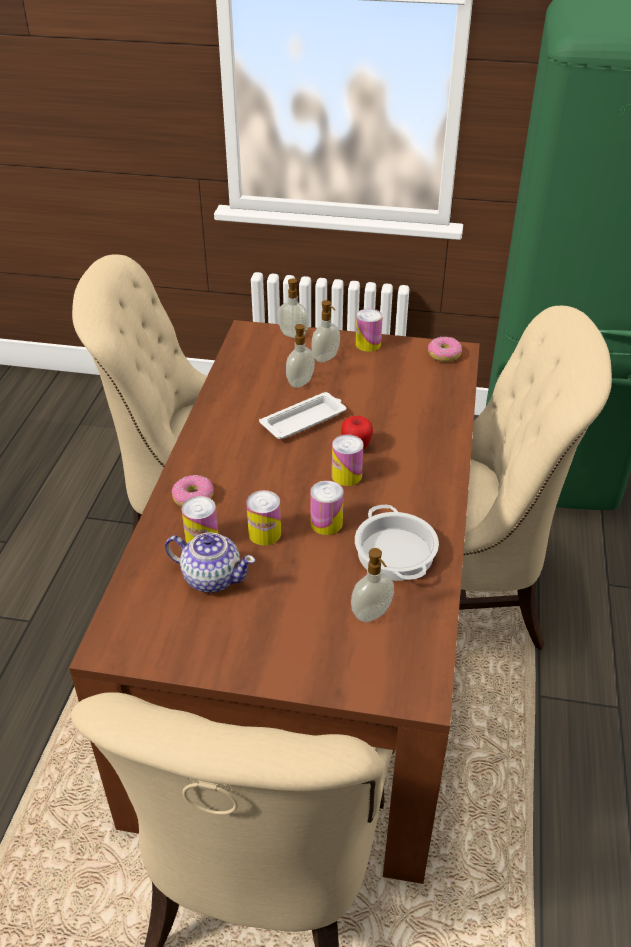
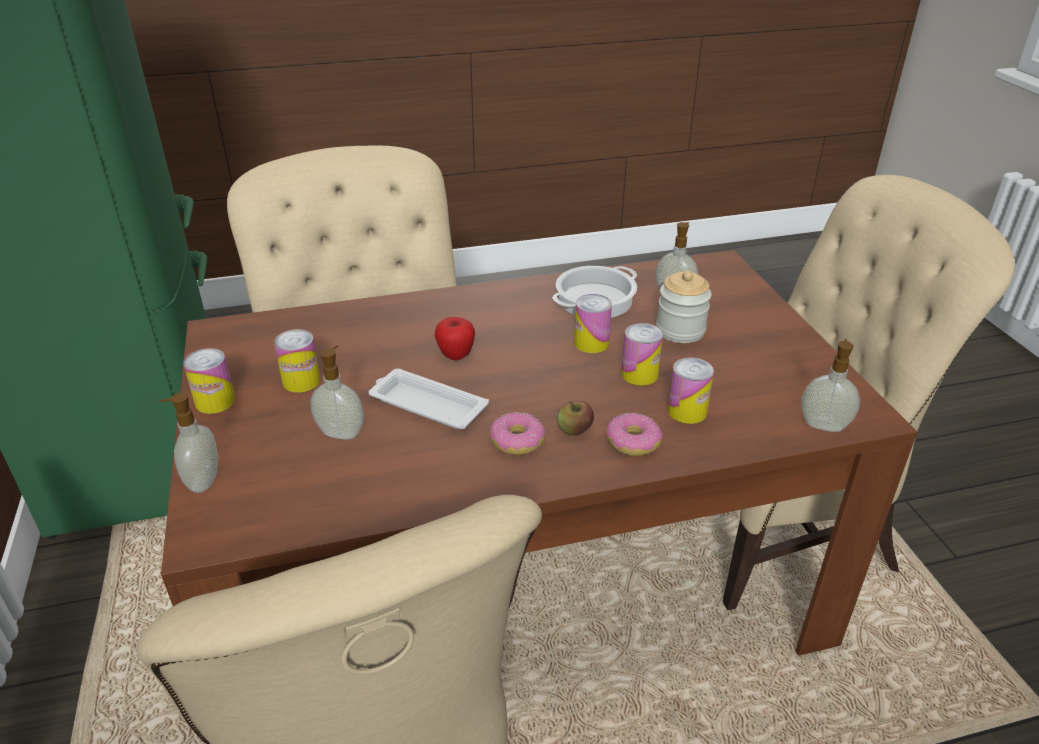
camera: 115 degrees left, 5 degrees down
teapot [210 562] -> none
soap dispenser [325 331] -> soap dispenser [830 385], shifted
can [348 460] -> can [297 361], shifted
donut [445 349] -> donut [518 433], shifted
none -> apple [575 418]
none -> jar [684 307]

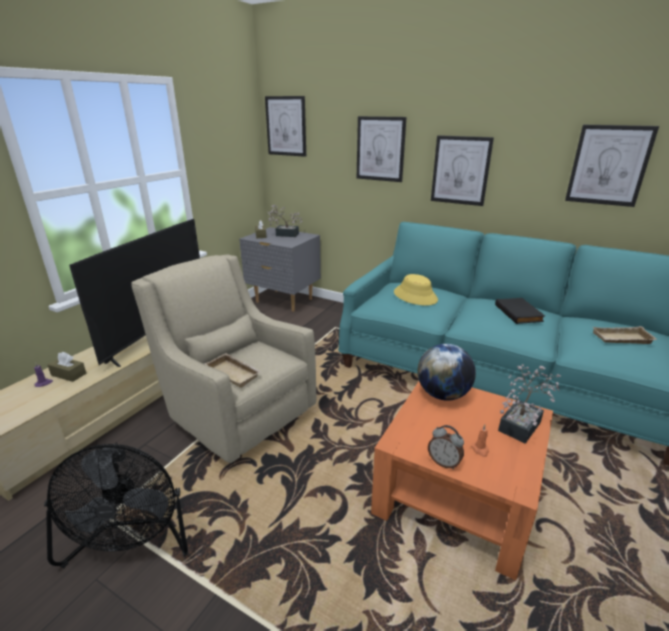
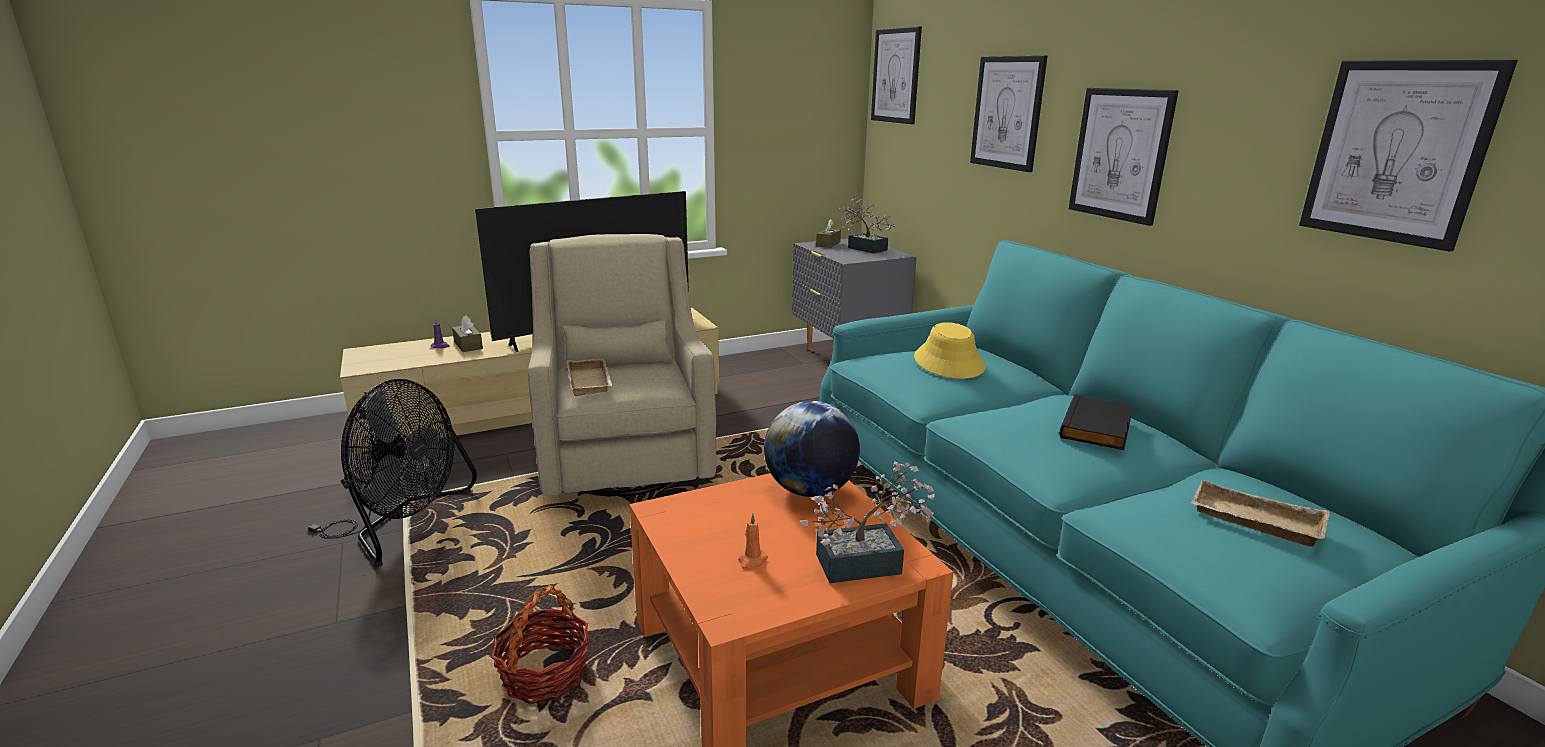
camera: 35 degrees right, 5 degrees down
black fan [116 505] -> black fan [392 473], 105 degrees counterclockwise
alarm clock [446 447] -> none
none -> basket [540 644]

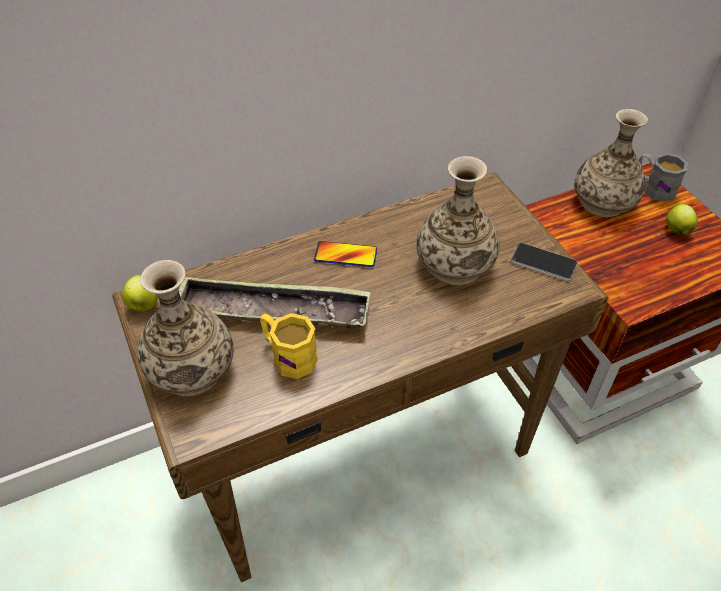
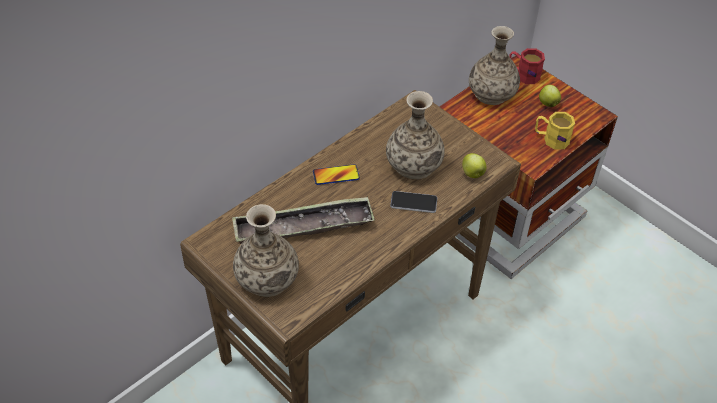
camera: 20 degrees left, 0 degrees up
apple [140 293] -> apple [474 165], shifted
yellow mug [289 346] -> yellow mug [555 131], shifted
phone [544 262] -> phone [413 202], shifted
grey mug [663 177] -> red mug [527 66]

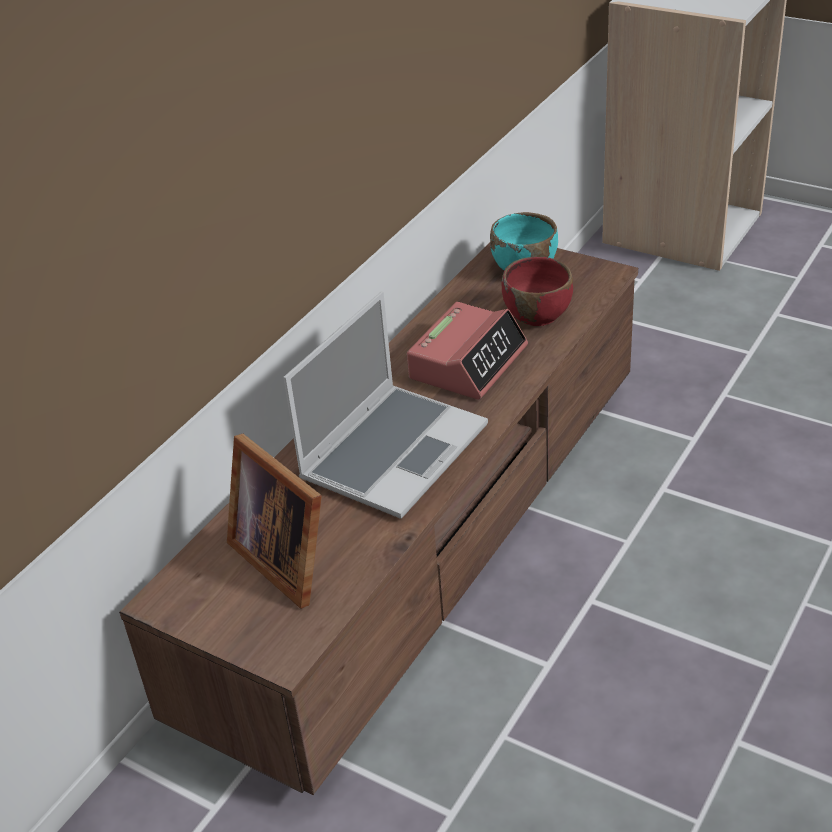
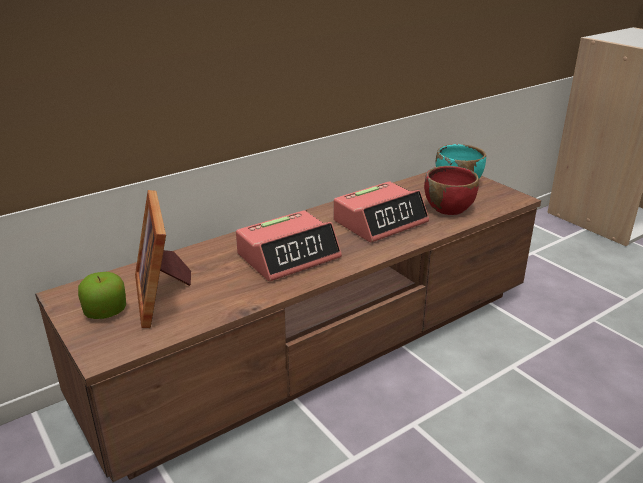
camera: 20 degrees right, 10 degrees down
laptop [385 405] -> alarm clock [289 246]
none -> apple [102 295]

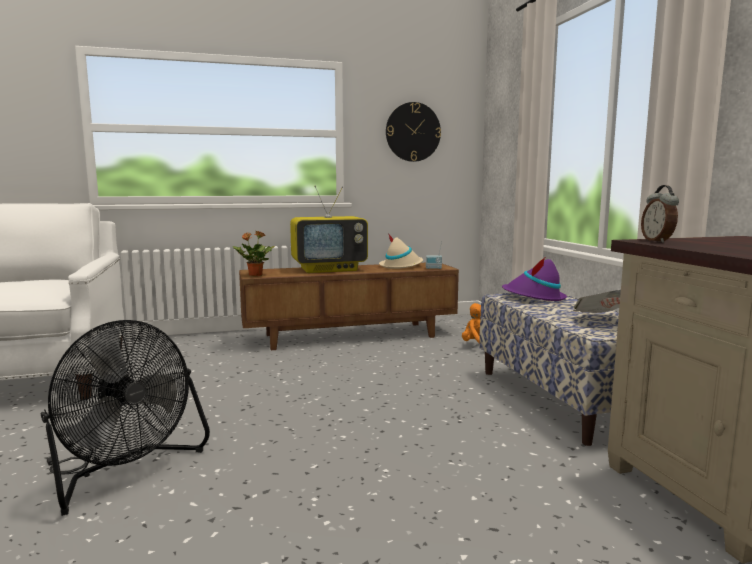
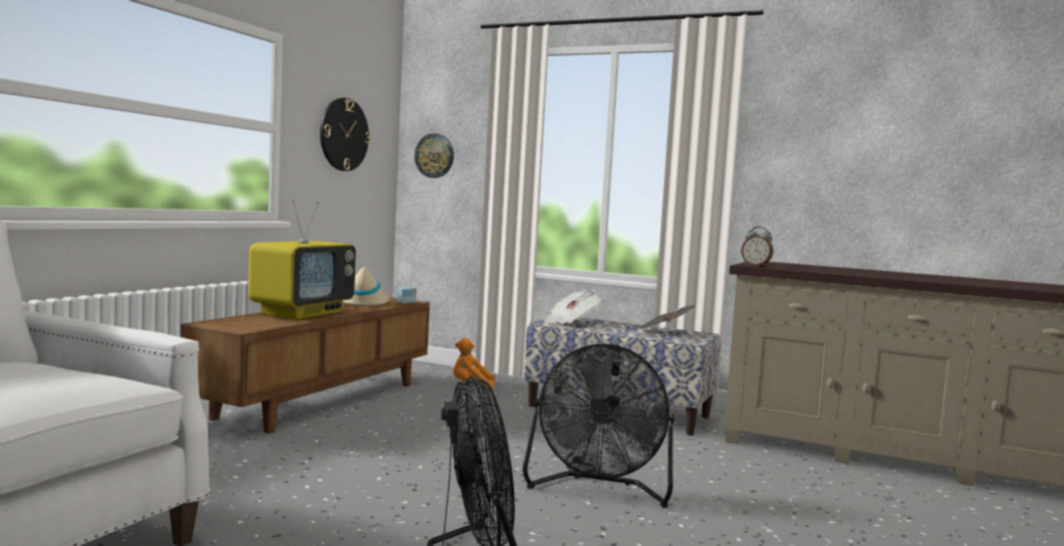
camera: 50 degrees left, 5 degrees down
potted plant [254 253] -> none
purple hat [534 278] -> newspaper [572 306]
none -> wall clock [434 155]
none -> black fan [598 426]

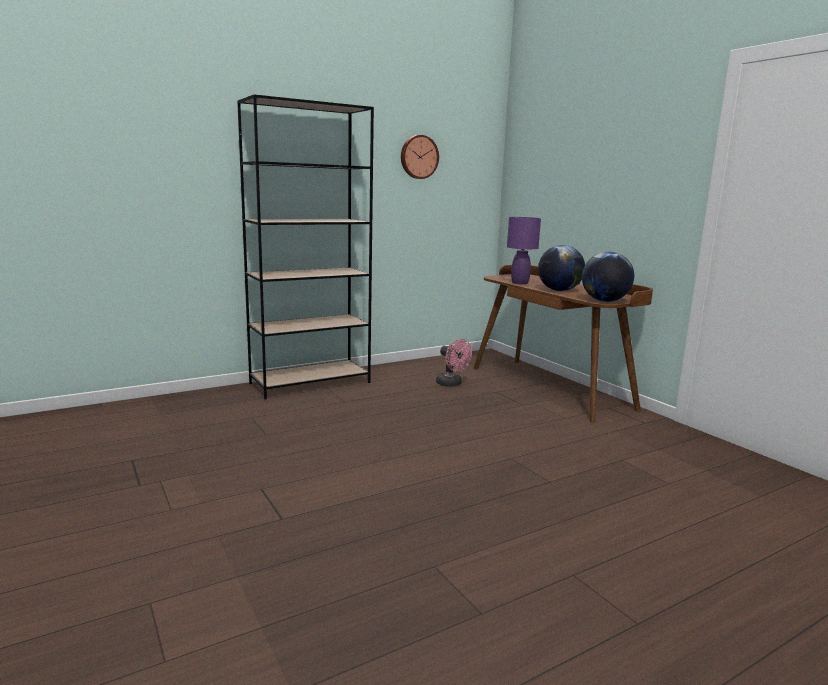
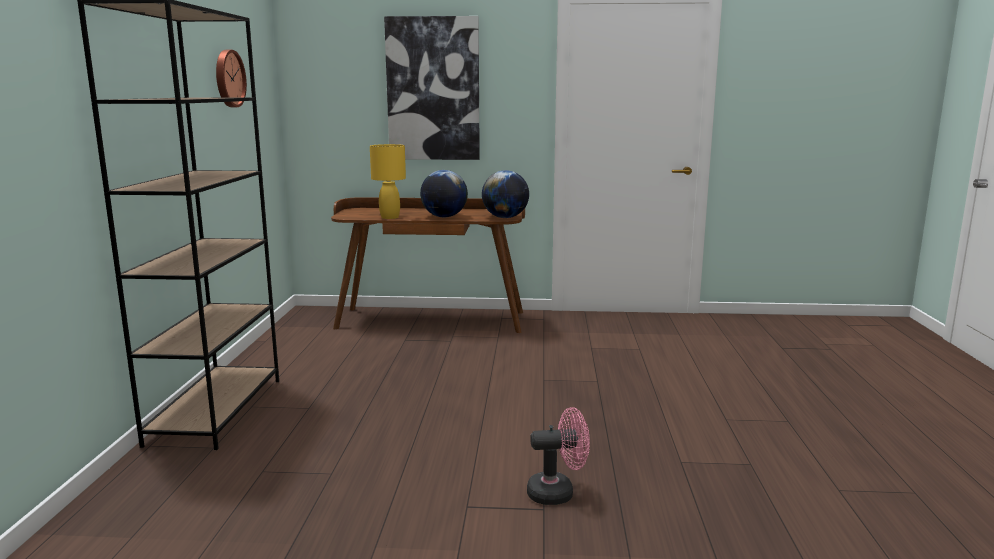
camera: 55 degrees left, 0 degrees up
pink fan [454 363] -> pink fan [558 456], shifted
purple table lamp [524 250] -> yellow table lamp [388 181]
none -> picture [432 88]

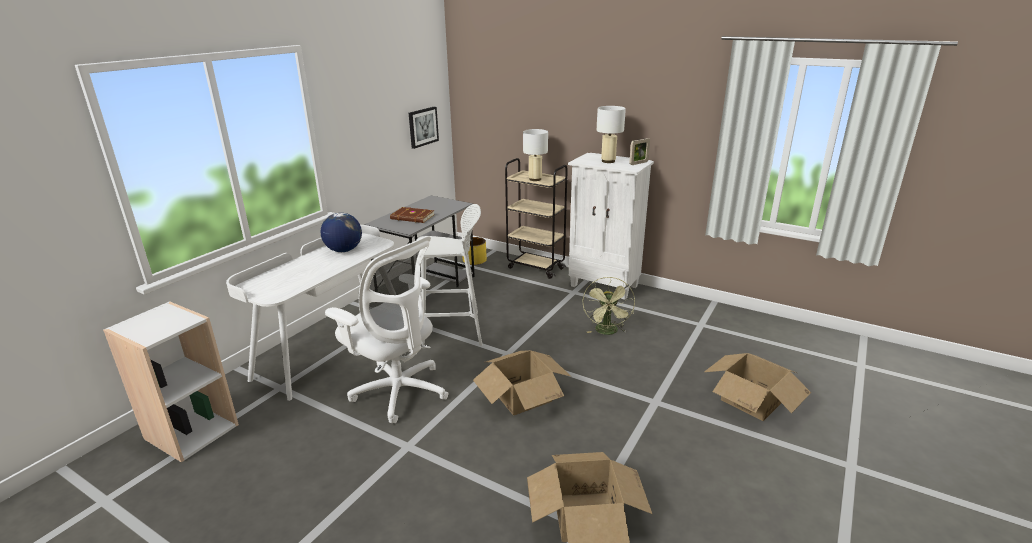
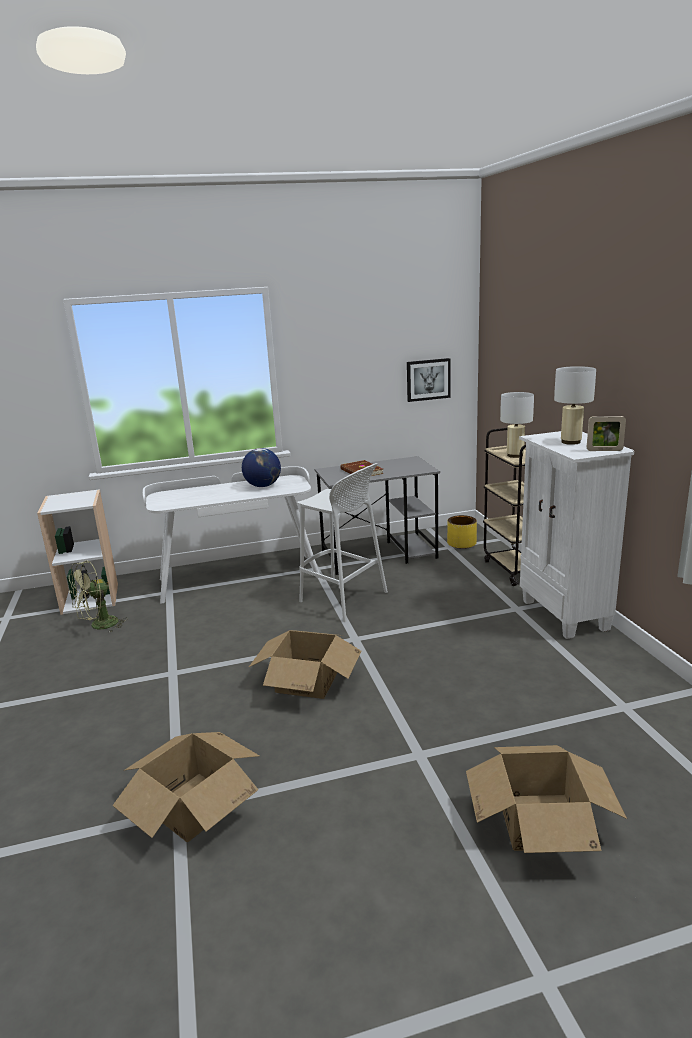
camera: 45 degrees right, 5 degrees down
white office chair [387 329] -> none
green fan [608 306] -> green fan [98 596], shifted

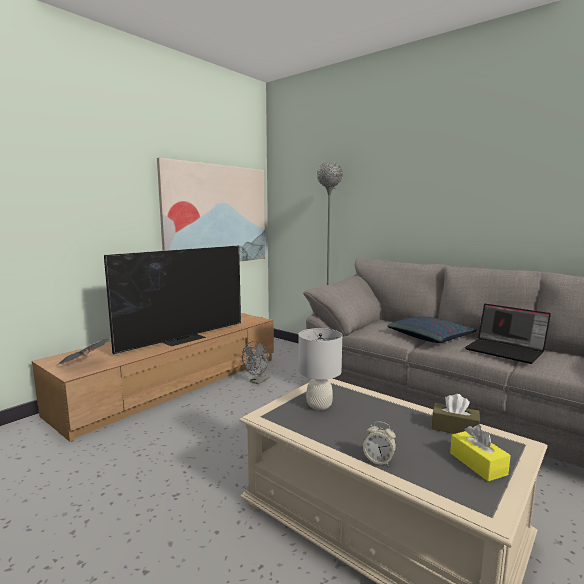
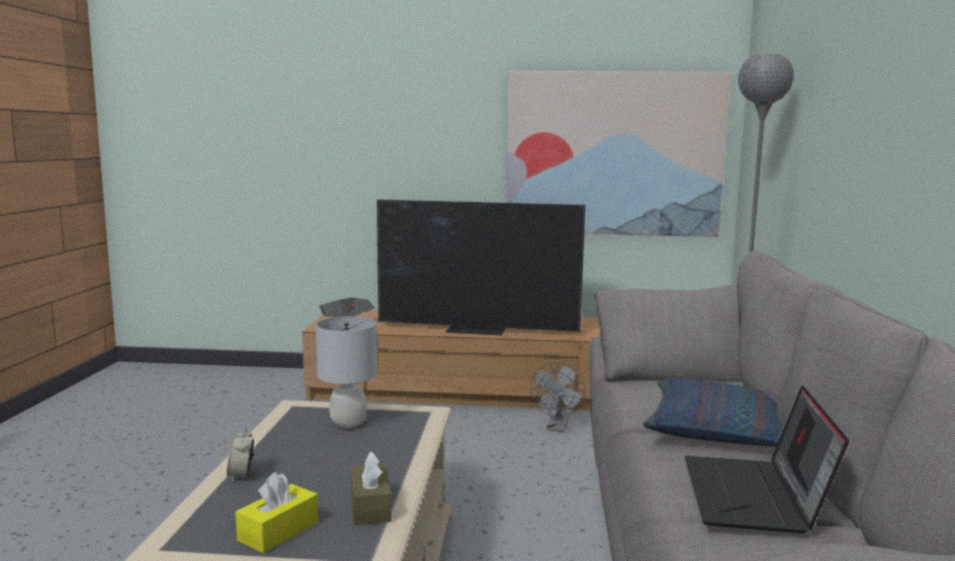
camera: 55 degrees right, 0 degrees up
grey fan [256 362] -> grey fan [557 397], 75 degrees counterclockwise

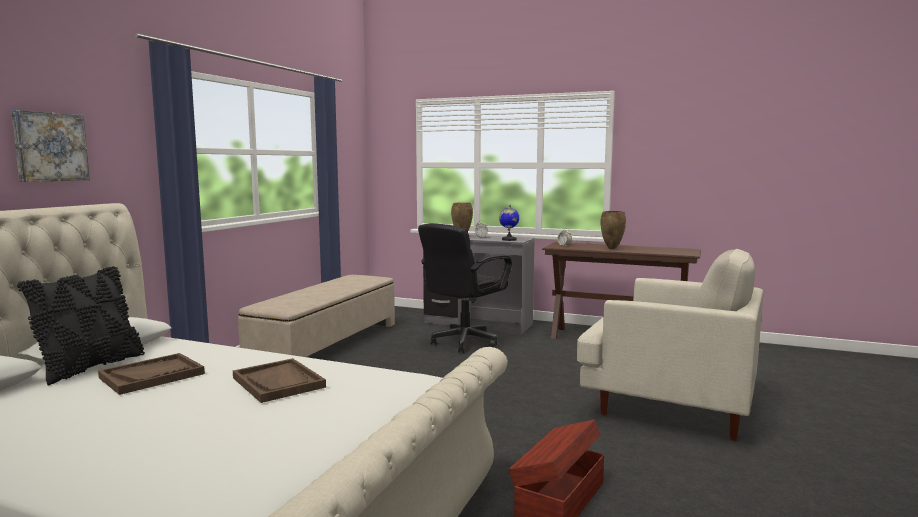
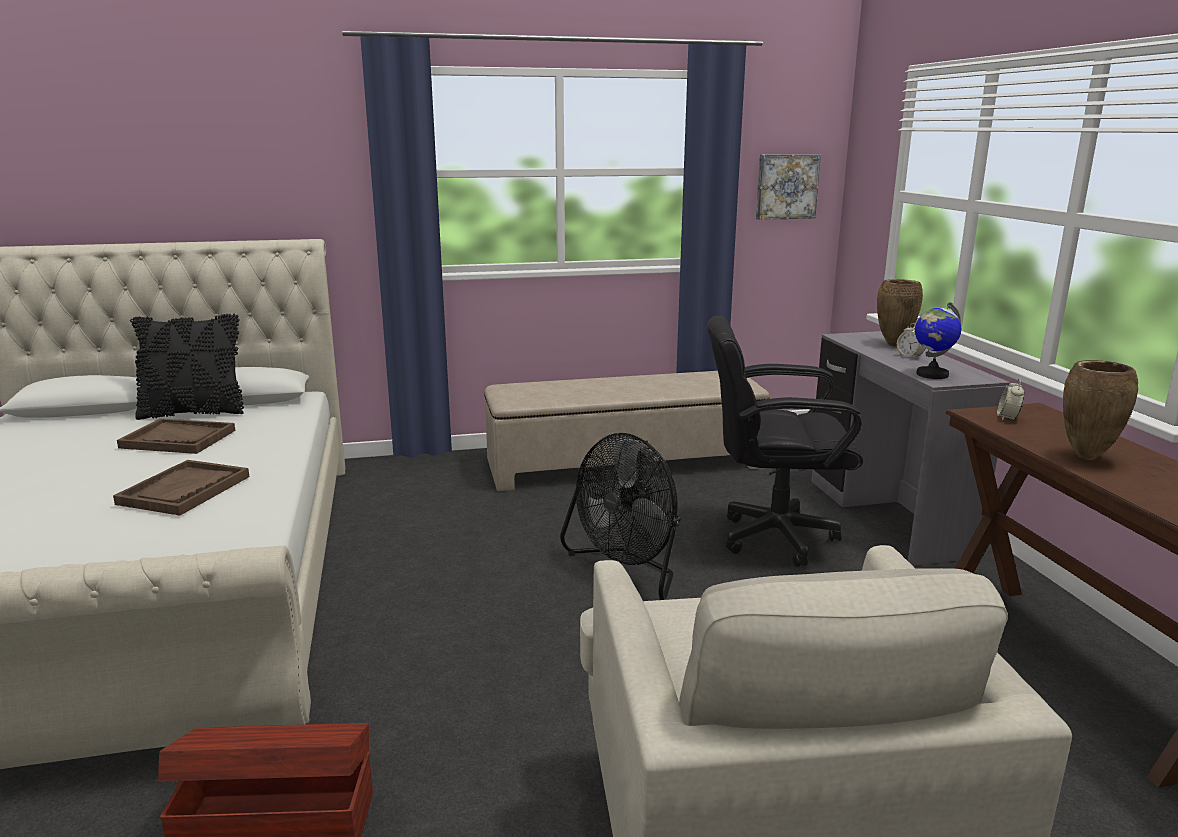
camera: 55 degrees right, 10 degrees up
picture [50 146] -> picture [788 187], shifted
none -> black fan [620 516]

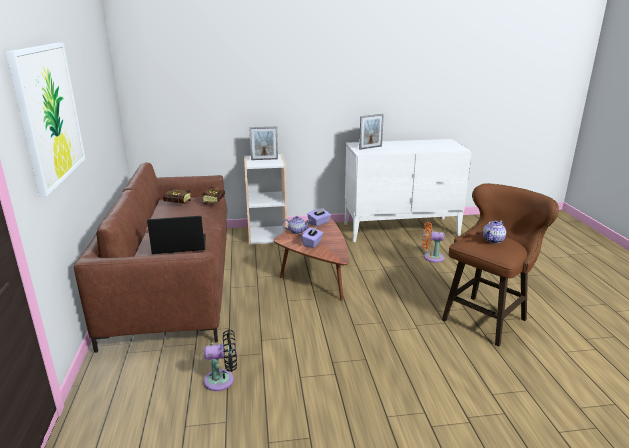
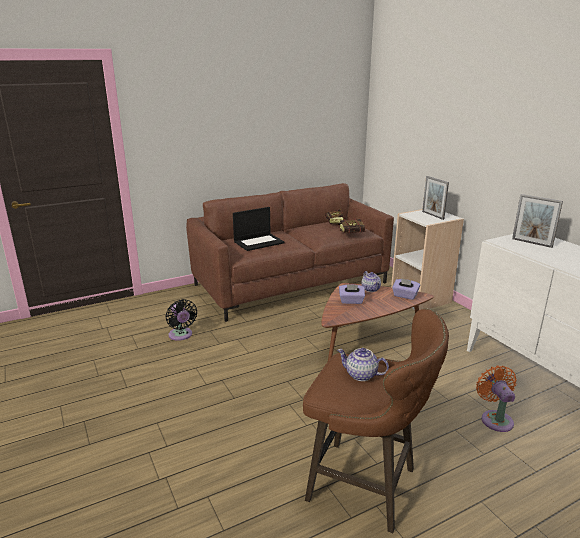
camera: 70 degrees right, 0 degrees up
picture [46 120] -> none
laptop [176 235] -> laptop [259 229], 90 degrees clockwise

